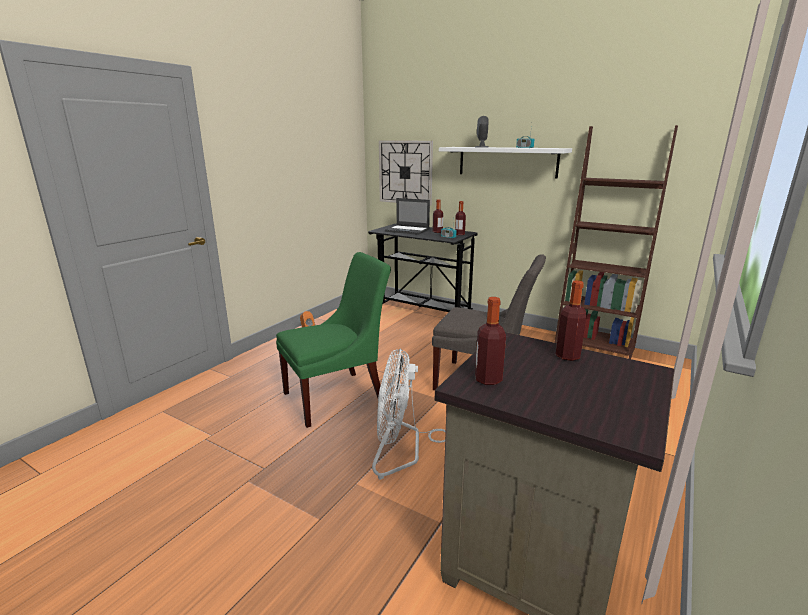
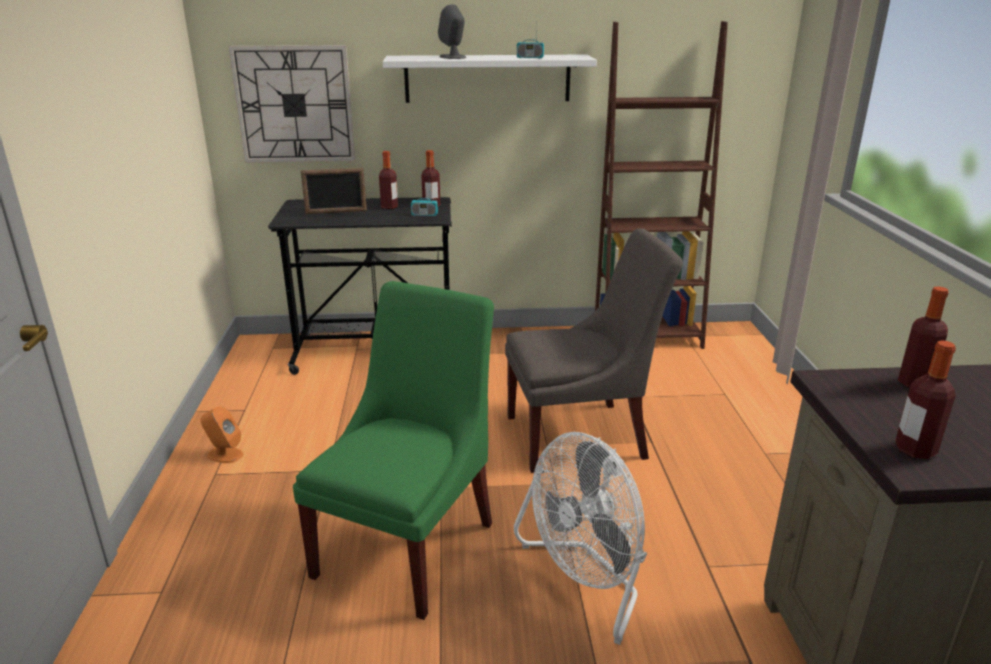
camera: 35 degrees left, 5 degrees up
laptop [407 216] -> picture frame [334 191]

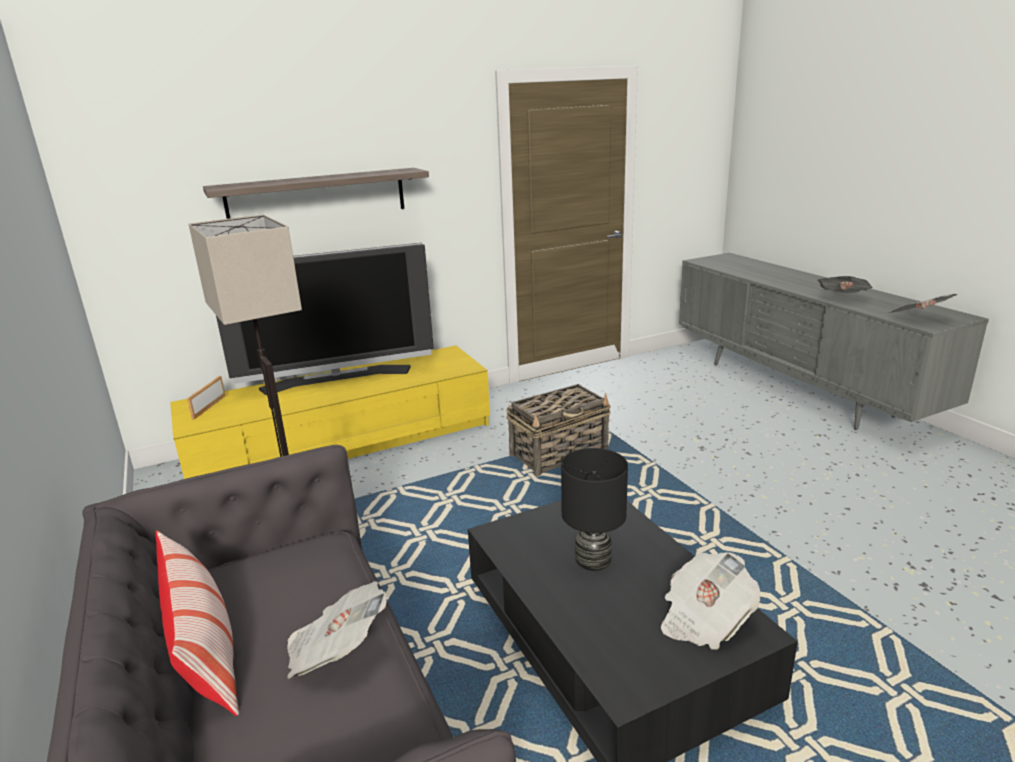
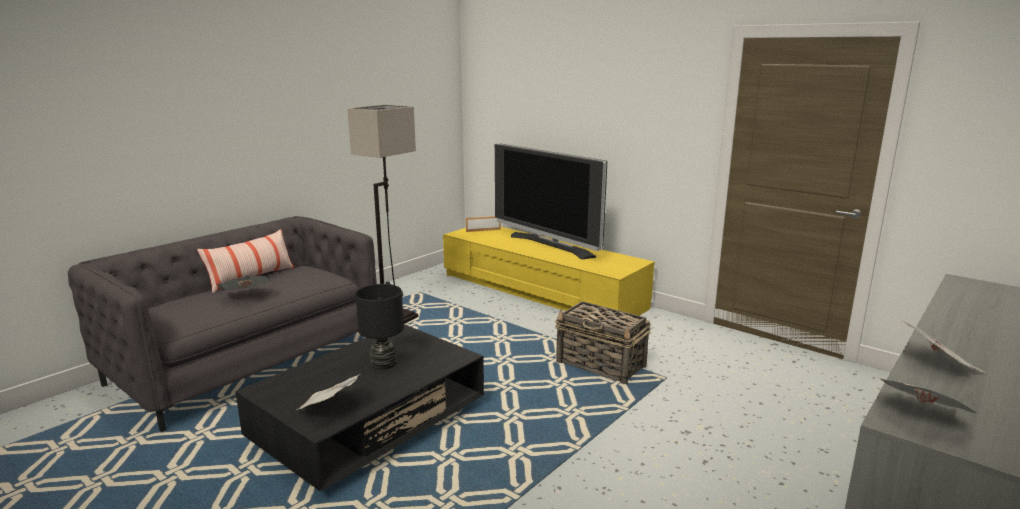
camera: 65 degrees right, 5 degrees down
shelf [316 193] -> none

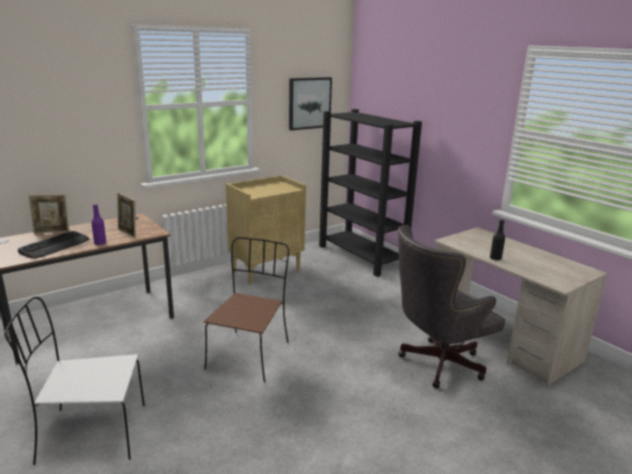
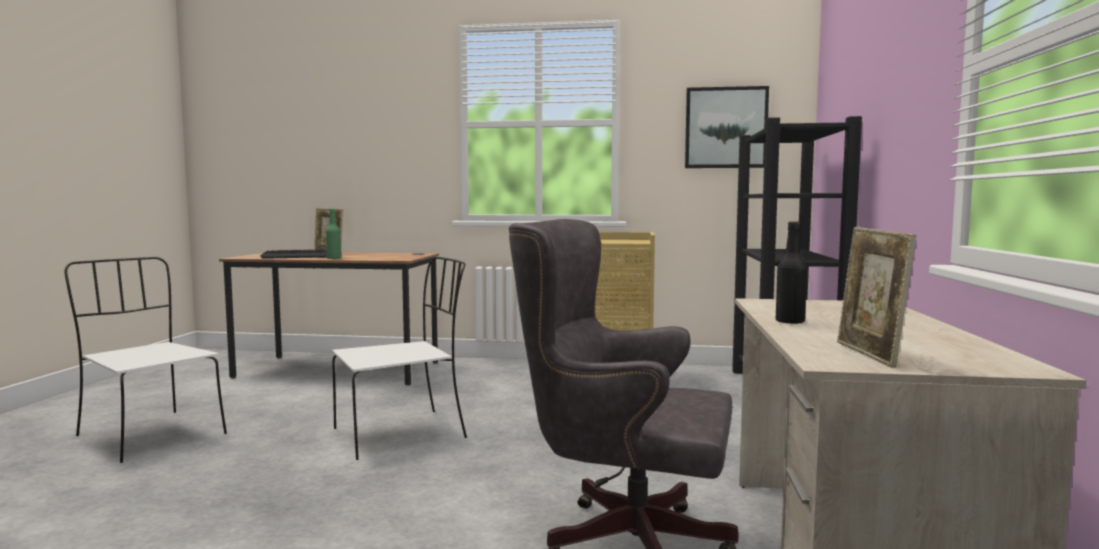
camera: 45 degrees right, 15 degrees down
purple bottle [98 224] -> green bottle [333 234]
picture frame [126 215] -> picture frame [876 297], shifted
brown chair [246 309] -> white chair [399 358]

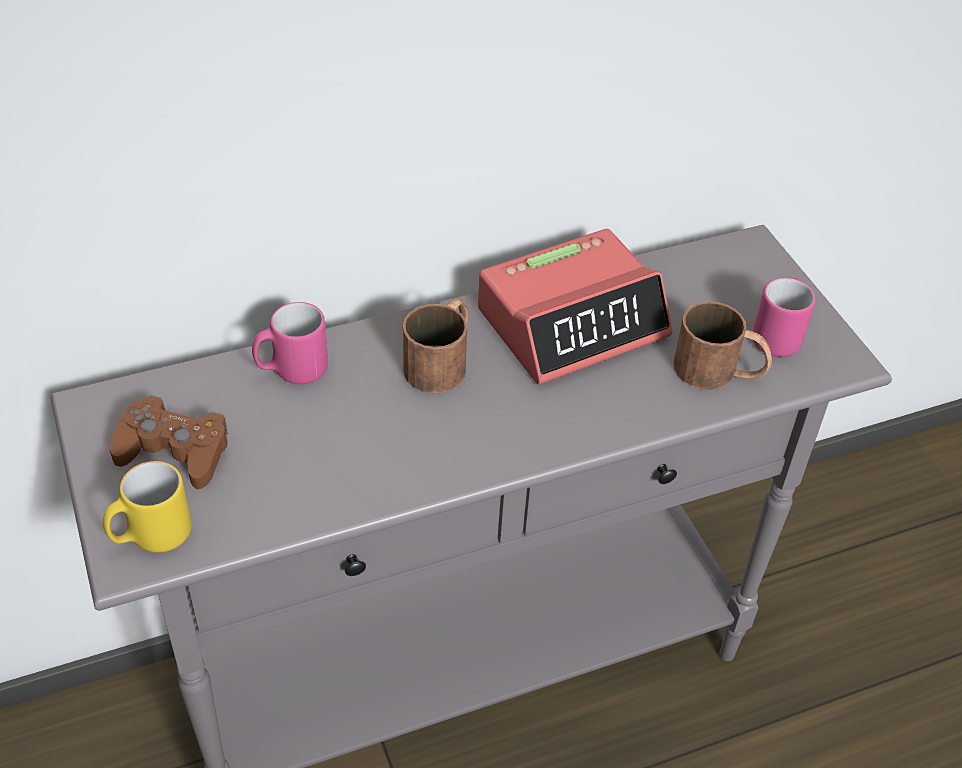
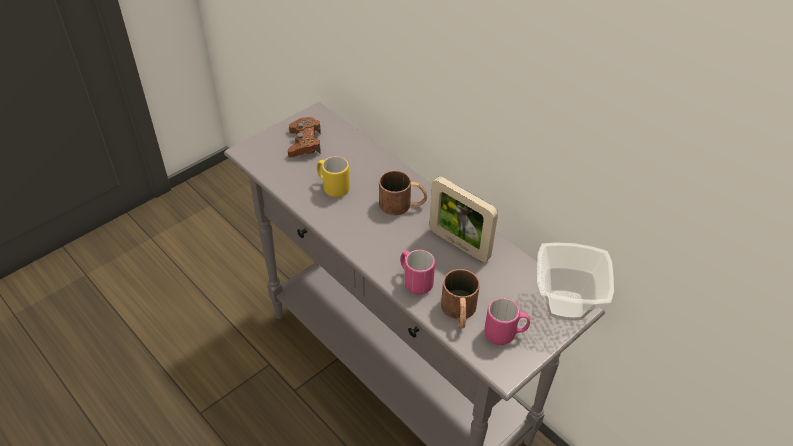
camera: 70 degrees right, 0 degrees up
yellow mug [147 507] -> yellow mug [333 176], shifted
pink mug [290 343] -> pink mug [417 272], shifted
alarm clock [575 307] -> picture frame [463 219]
none -> bowl [575 281]

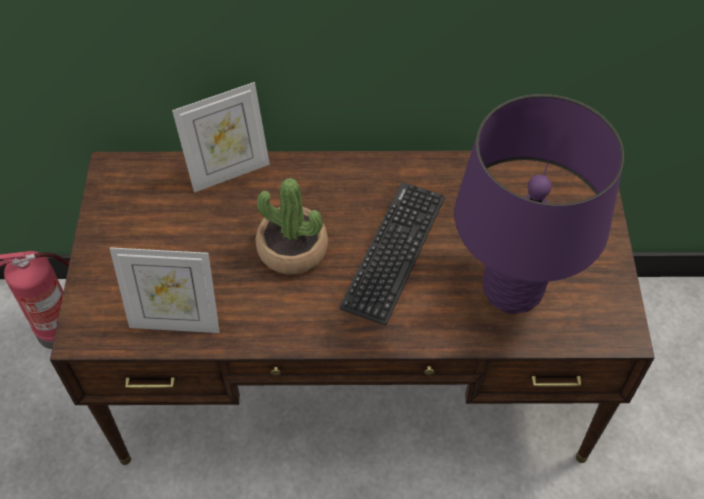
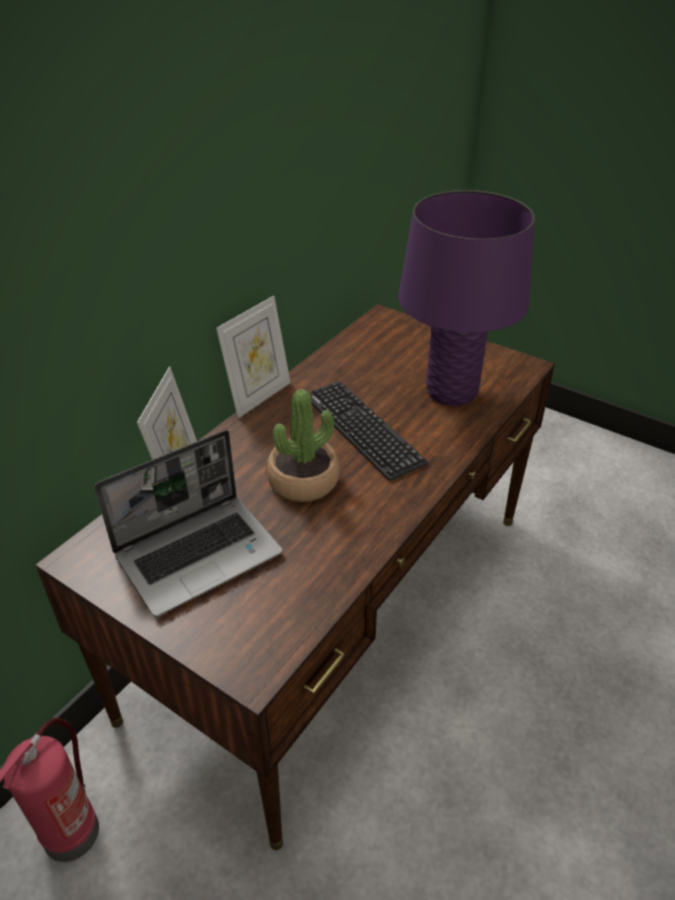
camera: 55 degrees left, 15 degrees down
picture frame [165 290] -> picture frame [253 357], shifted
none -> laptop [188 523]

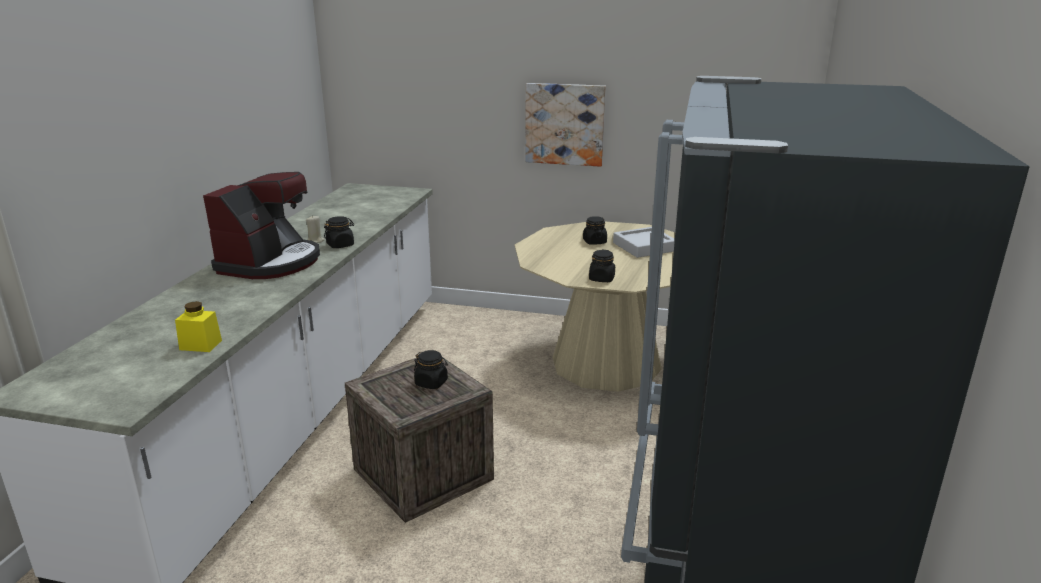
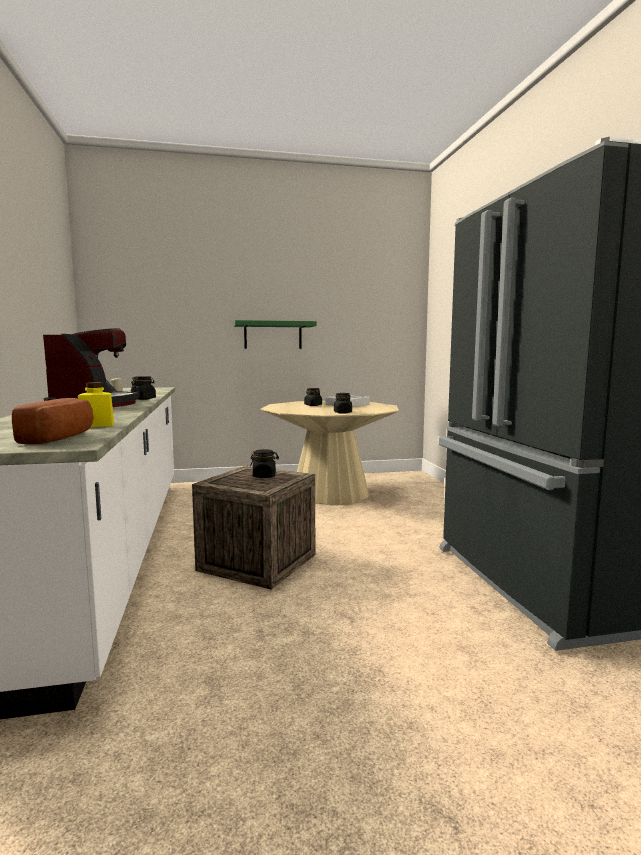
camera: 25 degrees left, 15 degrees down
picture [565 125] -> green shelf [275 334]
none -> bread [53 421]

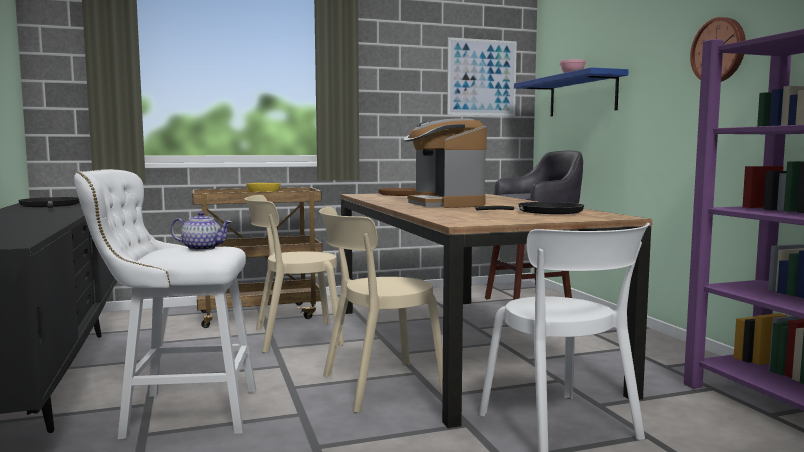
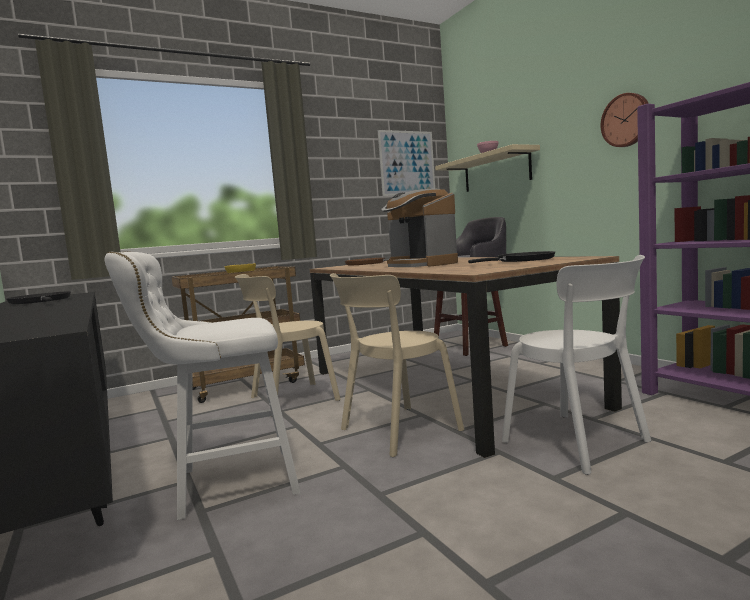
camera: 10 degrees left, 0 degrees up
teapot [201 231] -> none
blue shelf [571 91] -> beige shelf [487 168]

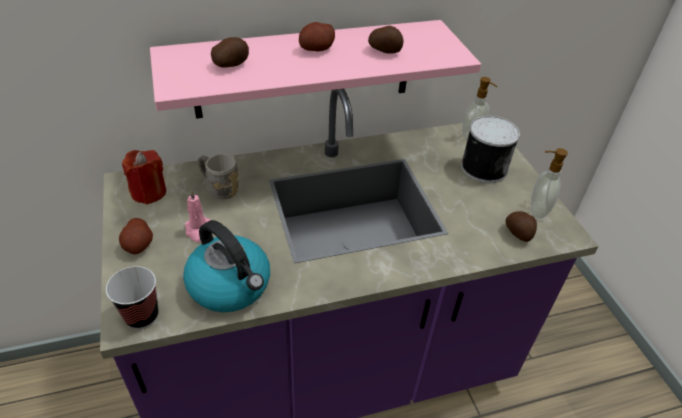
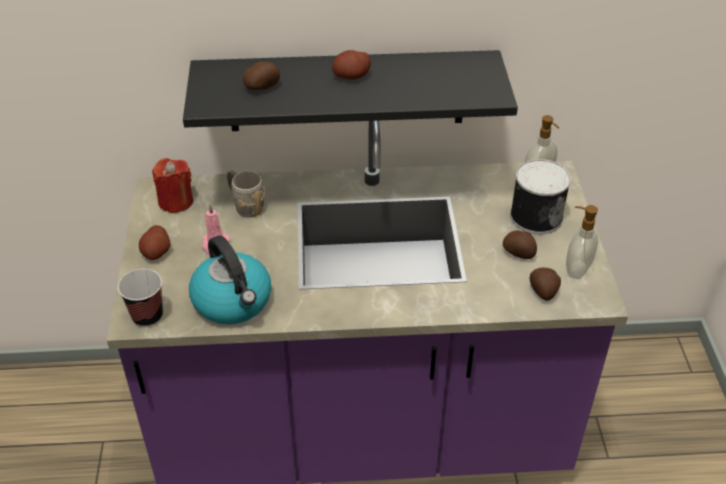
camera: 15 degrees right, 0 degrees up
pink shelf [315 69] -> black shelf [350 90]
potato [386 40] -> potato [520 245], shifted

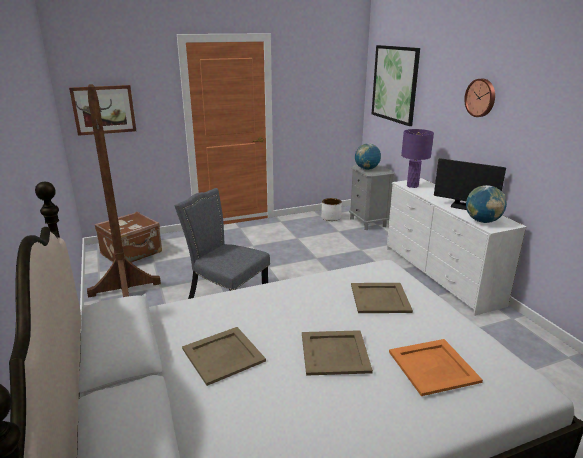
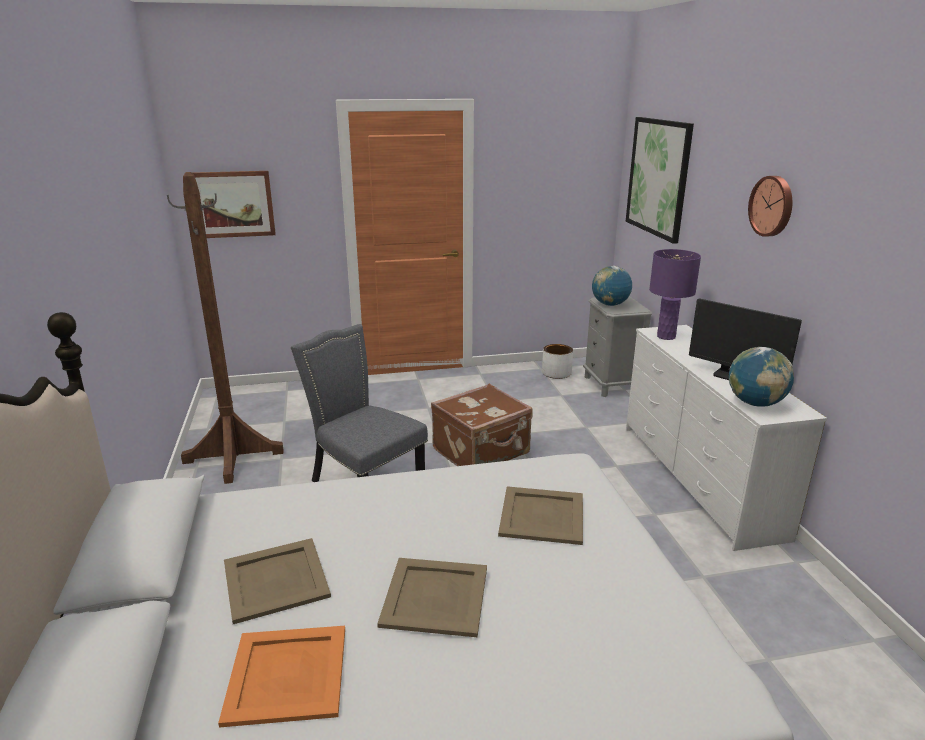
camera: 10 degrees right, 0 degrees up
brown suitcase [128 237] -> brown suitcase [482 425], shifted
orange tray [436 367] -> orange tray [281 677], shifted

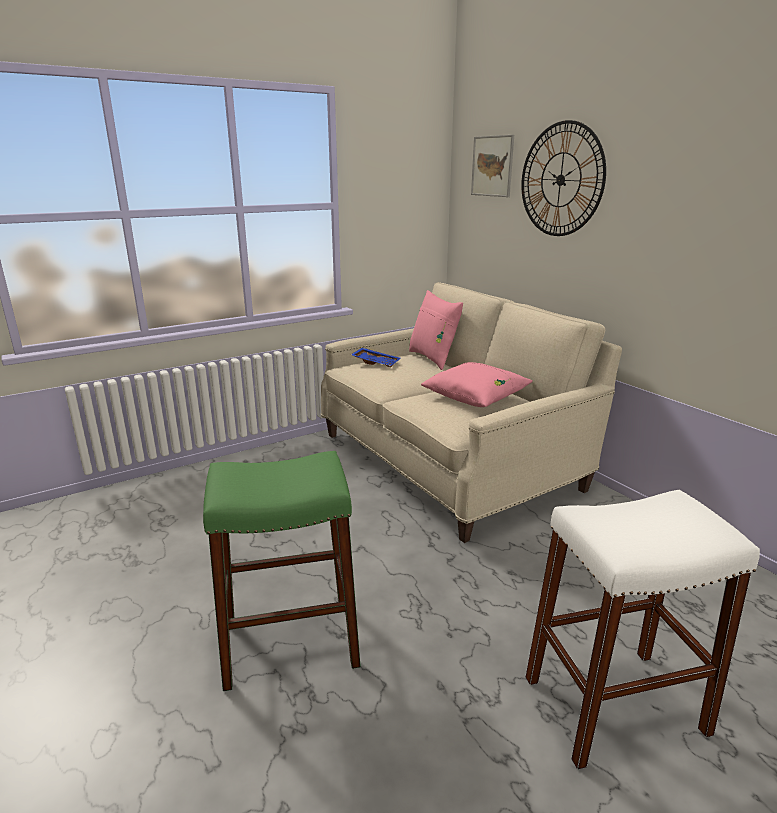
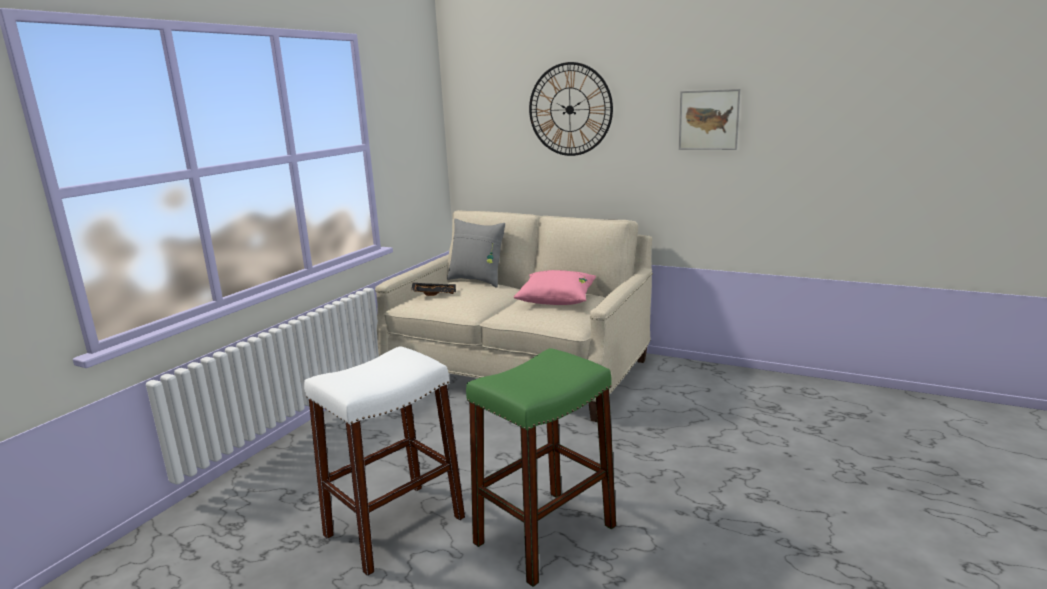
camera: 30 degrees left, 5 degrees down
blue tray [376 357] -> black tray [433 289]
pink pillow [436 330] -> grey pillow [476 253]
picture [492 166] -> picture [709 119], shifted
white stool [642 630] -> white stool [384 461], shifted

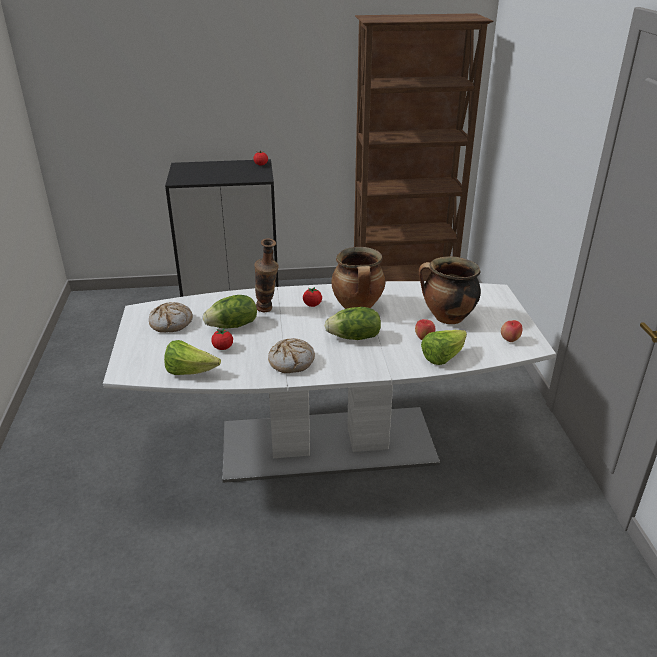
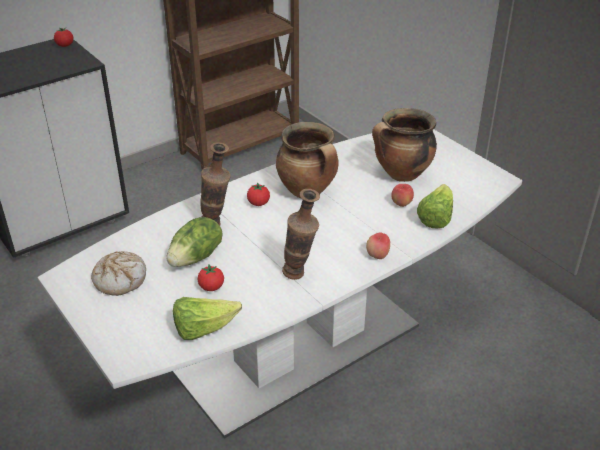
camera: 30 degrees left, 5 degrees up
bread [291 356] -> vase [301 234]
lettuce [353 323] -> none
apple [512 331] -> apple [378 245], shifted

